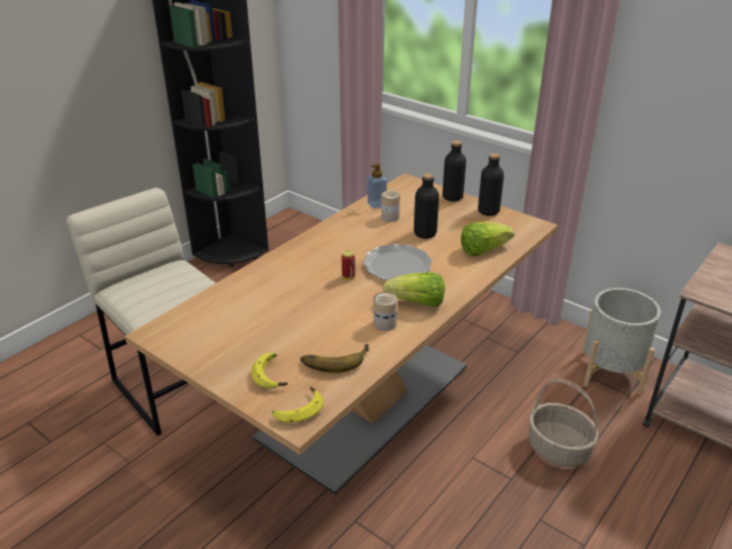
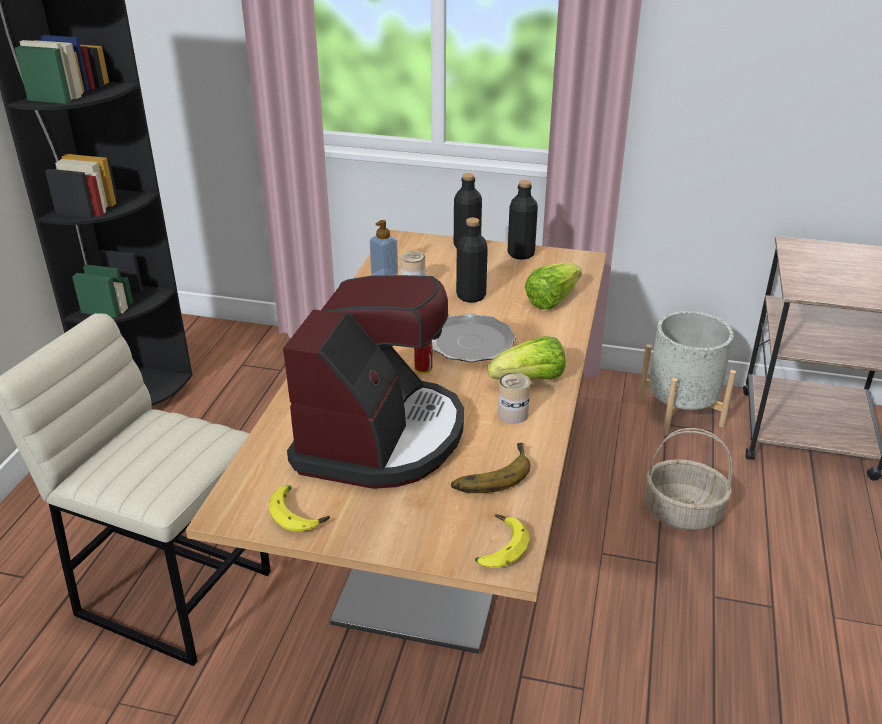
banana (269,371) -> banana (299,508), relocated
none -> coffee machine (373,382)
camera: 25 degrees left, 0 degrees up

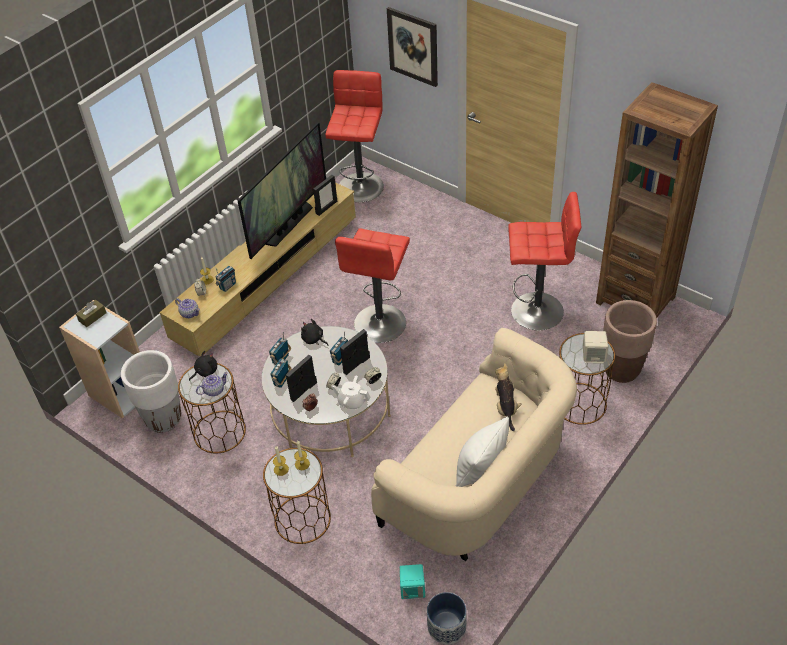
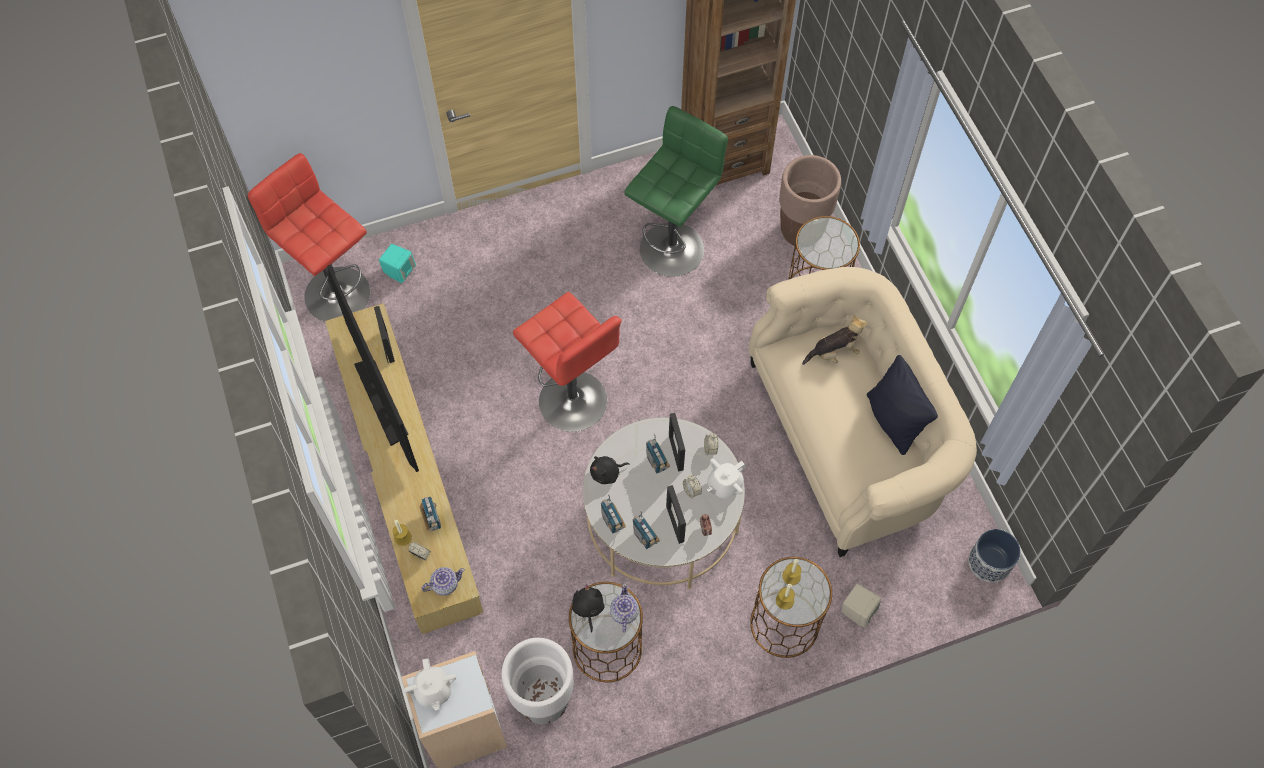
picture (412,47) -> none
stool (red) (544,261) -> stool (green) (676,191)
tissue box (brown) (91,313) -> teapot (white) (430,684)
speaker (beige) (595,347) -> speaker (beige) (861,605), relocated
plush toy (508,397) -> plush toy (835,340), 135 degrees clockwise
pillow (white) (482,451) -> pillow (black) (902,405)
speaker (turquoise) (412,581) -> speaker (turquoise) (397,263), relocated
camera: 60 degrees left, 15 degrees up

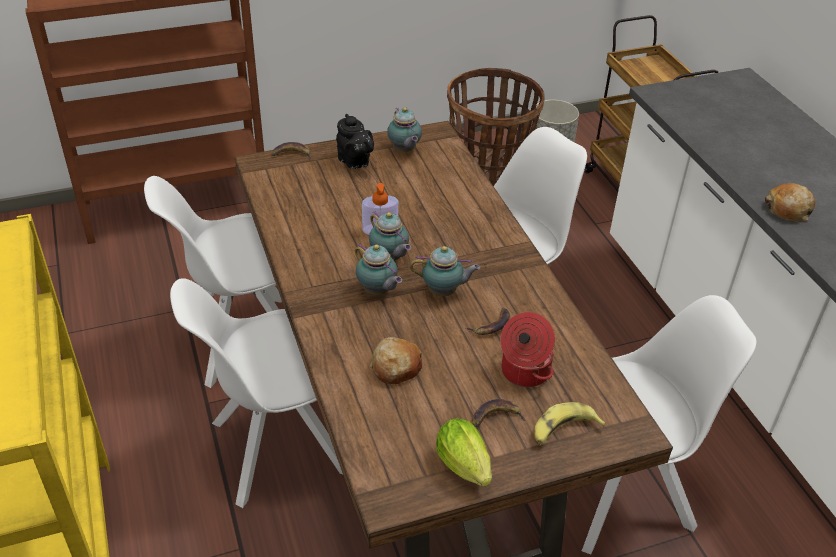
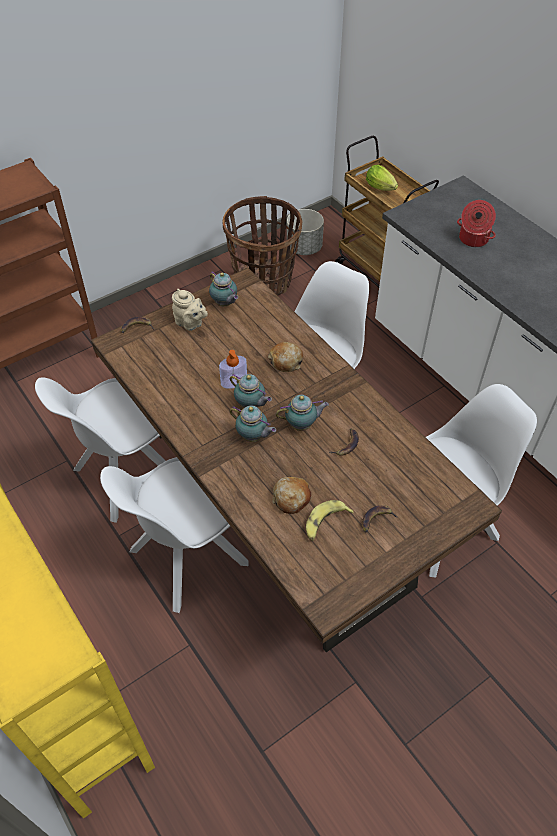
teapot (black) (355,141) -> teapot (beige) (190,310)
bread (790,202) -> bread (285,357), relocated
cooking pot (528,349) -> cooking pot (476,223), relocated
banana (570,424) -> banana (330,520), relocated
lettuce (464,452) -> lettuce (382,178), relocated
camera: 15 degrees left, 10 degrees up

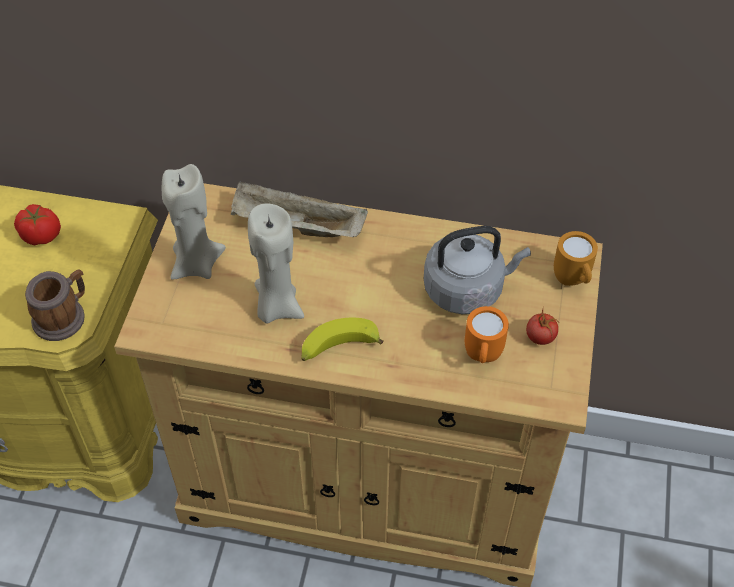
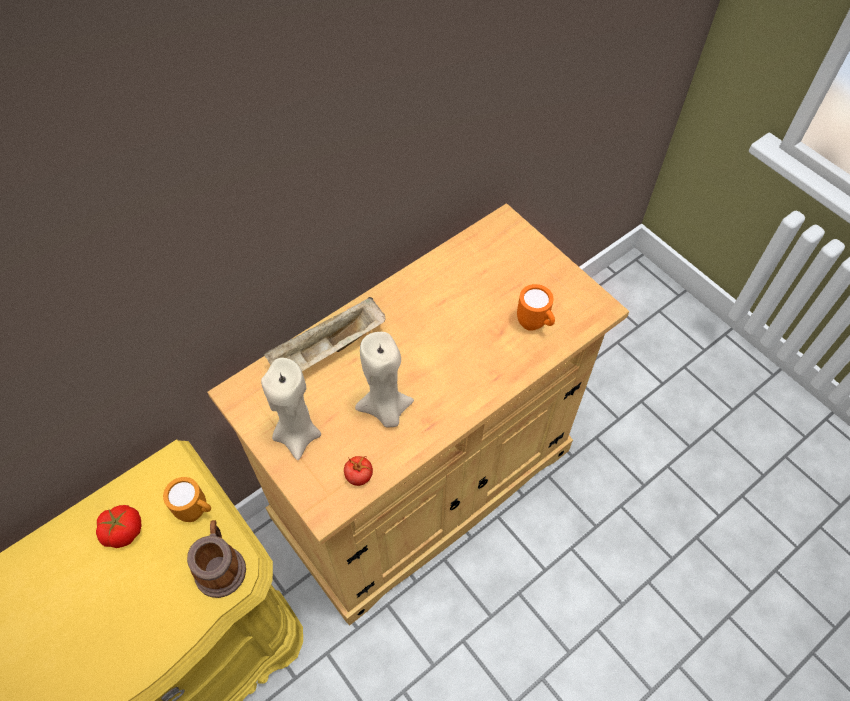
kettle (grey) (477,270) -> none
mug (orange) (576,258) -> mug (orange) (187,499), relocated
tomato (542,327) -> tomato (358,471), relocated
banana (342,339) -> none
camera: 50 degrees left, 5 degrees up

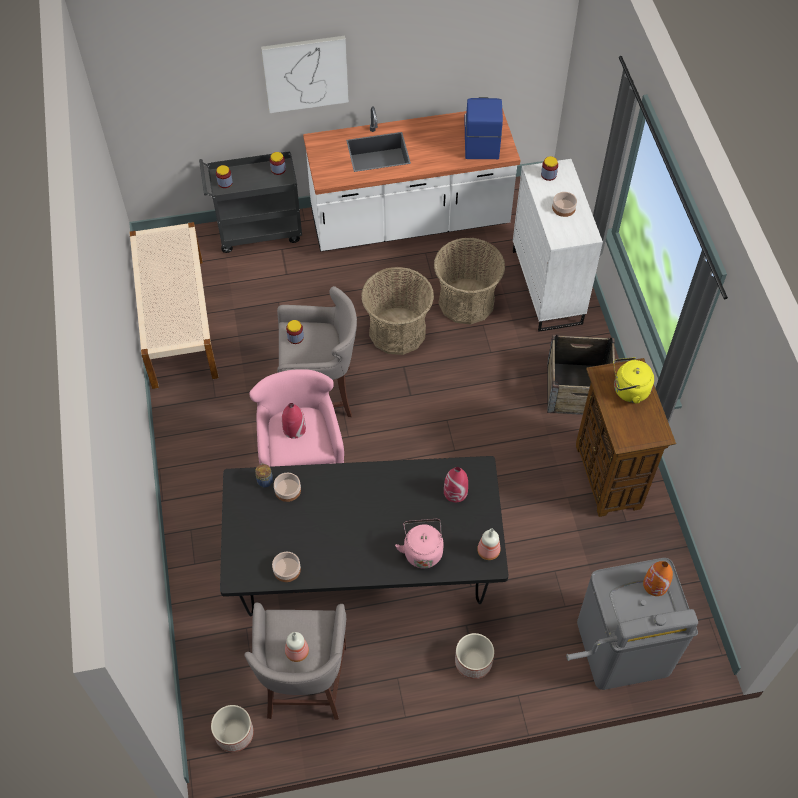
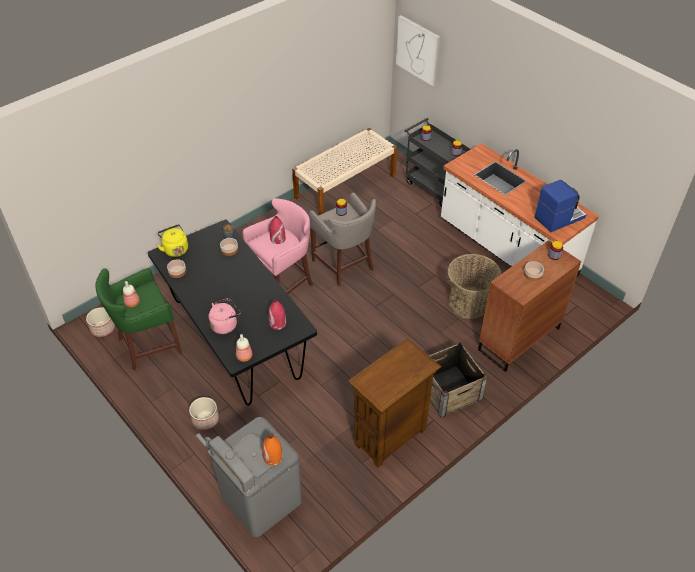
picture (305,74) -> picture (418,50), relocated
dresser (white) (558,245) -> dresser (brown) (529,306)
basket (397,311) -> none
kettle (yellow) (634,380) -> kettle (yellow) (172,240), relocated
stool (grey) (295,661) -> stool (green) (138,319)
camera: 60 degrees right, 10 degrees down

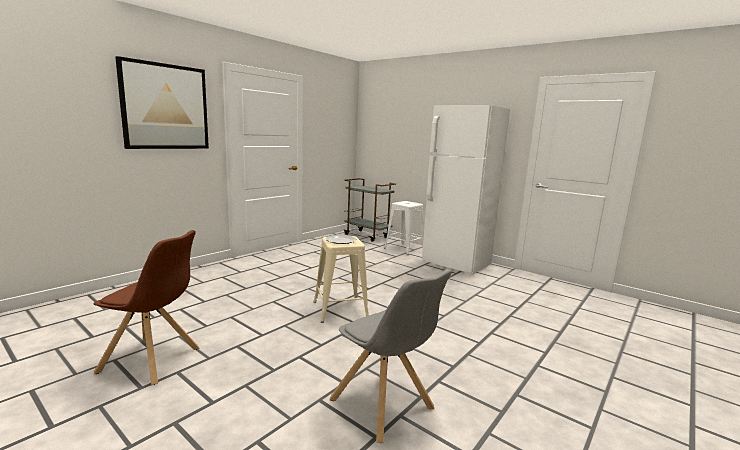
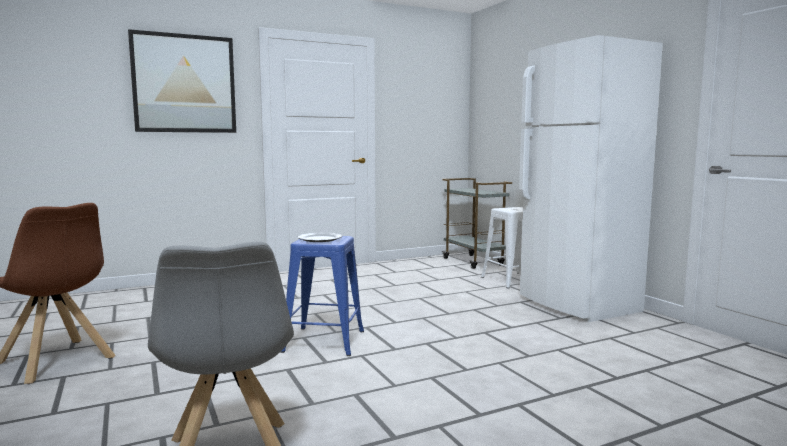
stool (beige) (341,279) -> stool (blue) (322,296)
camera: 25 degrees right, 5 degrees down

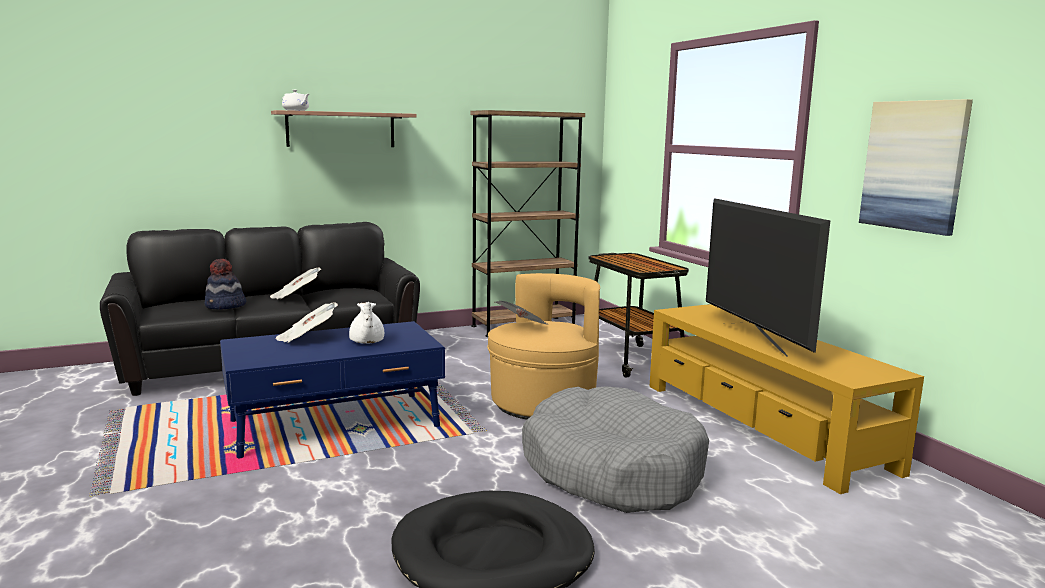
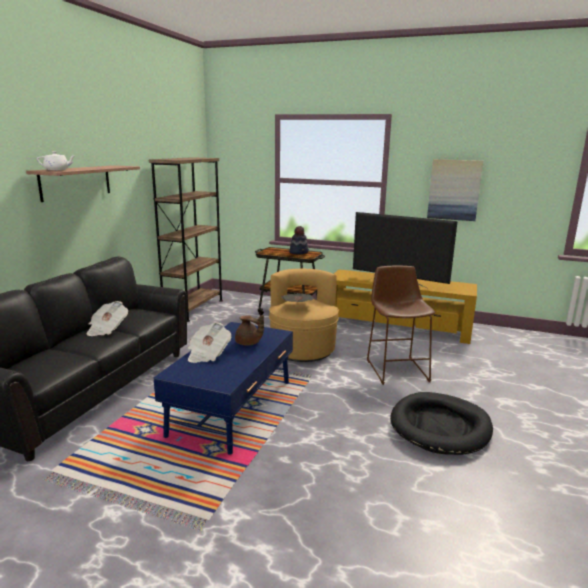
hat (225,284) -> hat (299,240), relocated
teapot (white) (366,323) -> teapot (brown) (249,330)
dog bed (grey) (615,449) -> stool (brown) (401,325)
camera: 45 degrees left, 5 degrees up

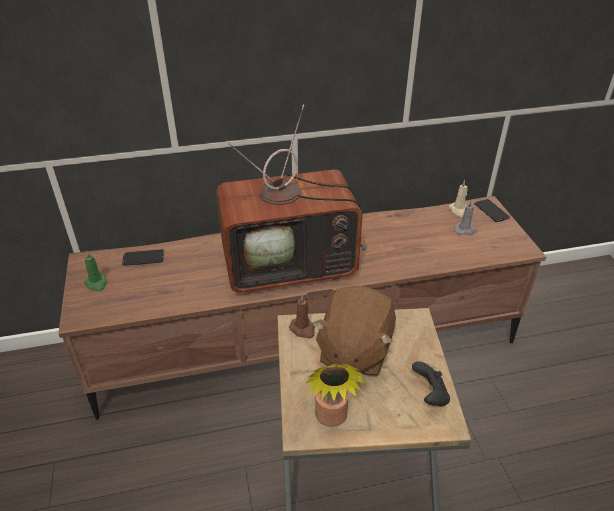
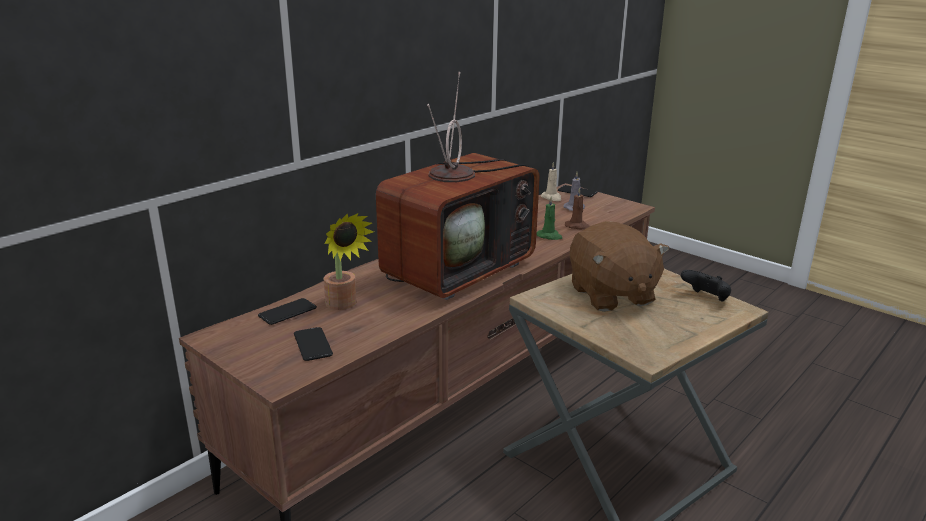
candle (green) (95,271) -> candle (green) (549,218), relocated
candle (brown) (302,316) -> candle (brown) (577,208), relocated
potted plant (336,395) -> potted plant (349,261), relocated
none -> phone (313,344)
camera: 35 degrees left, 15 degrees down

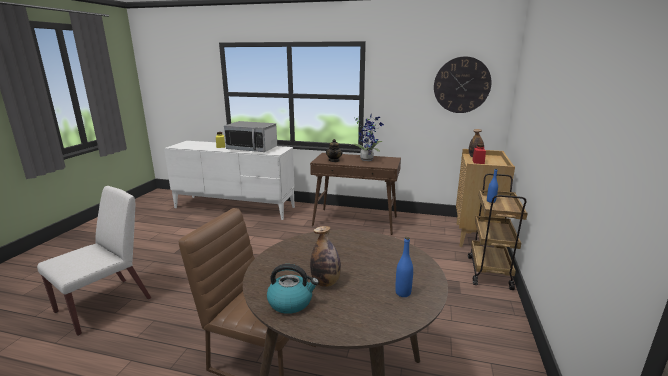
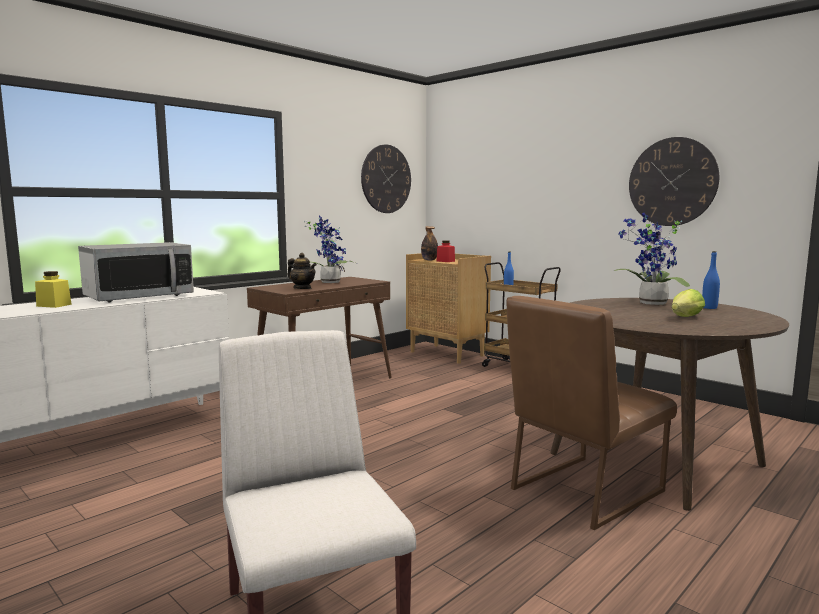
bottle (325,256) -> lettuce (688,303)
kettle (293,289) -> none
none -> wall clock (674,181)
none -> potted plant (651,259)
camera: 60 degrees left, 10 degrees down

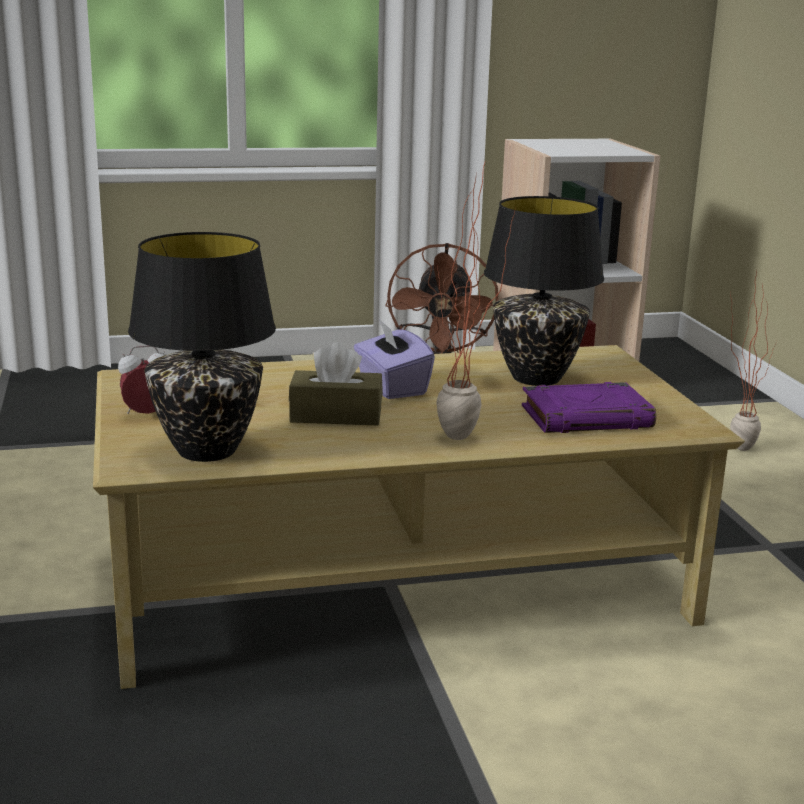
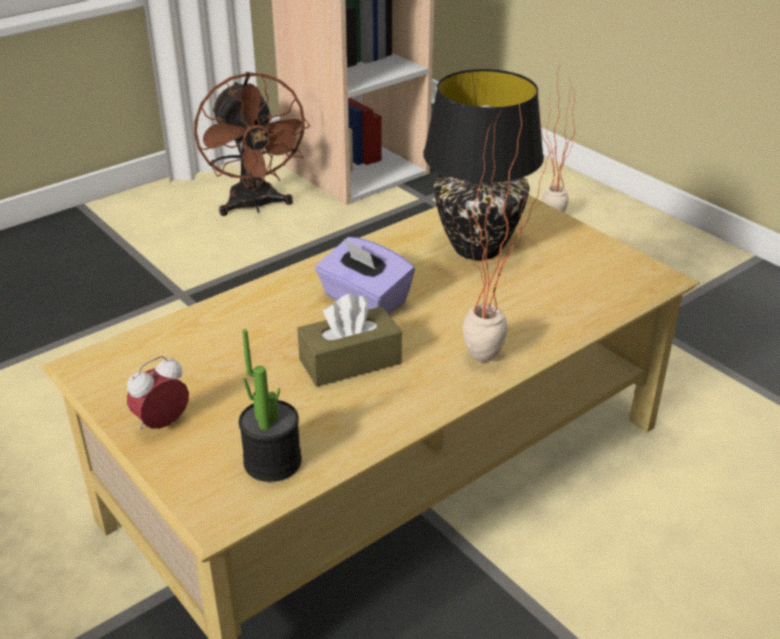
table lamp (black) (202,347) -> potted plant (270,405)
book (purple) (589,407) -> none
camera: 25 degrees left, 15 degrees up

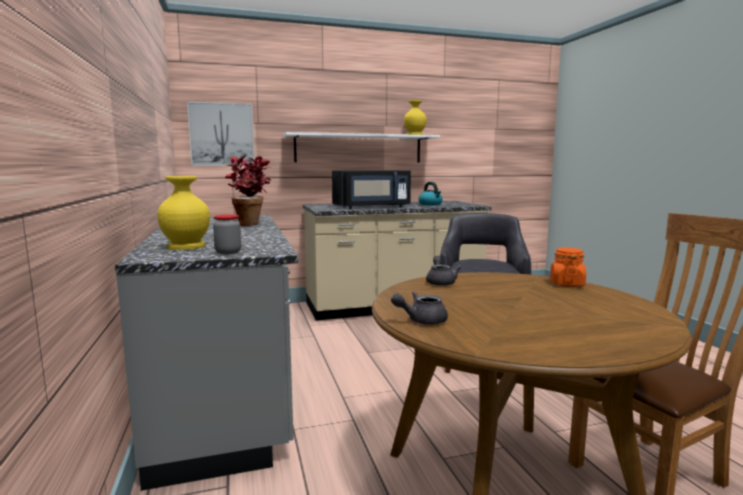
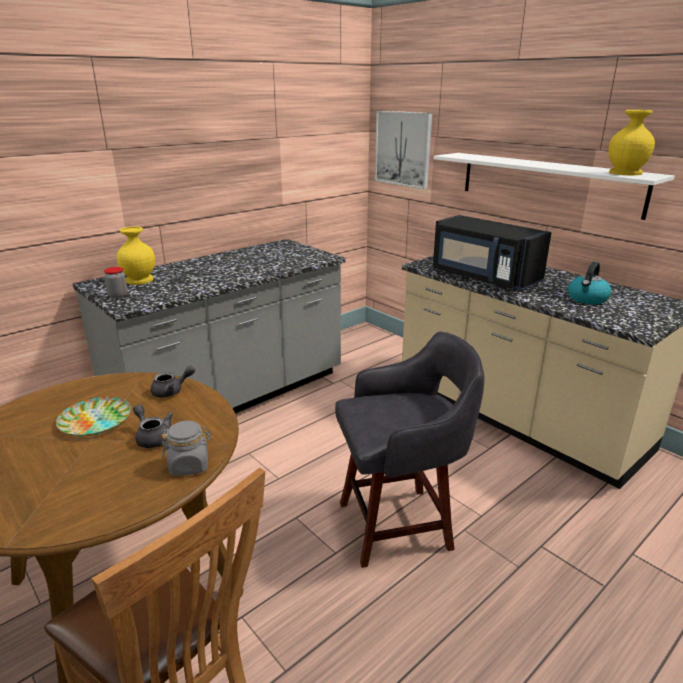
potted plant (248,190) -> none
jar (orange) (568,266) -> jar (grey) (186,448)
teapot (grey) (419,308) -> teapot (grey) (153,426), relocated
none -> plate (93,416)
camera: 65 degrees right, 15 degrees up

